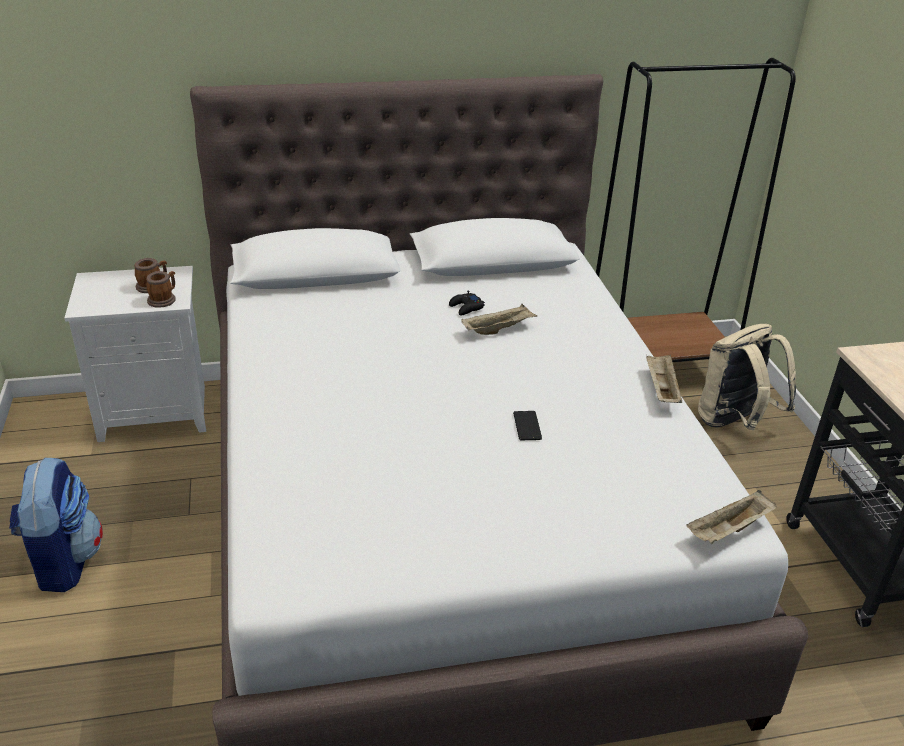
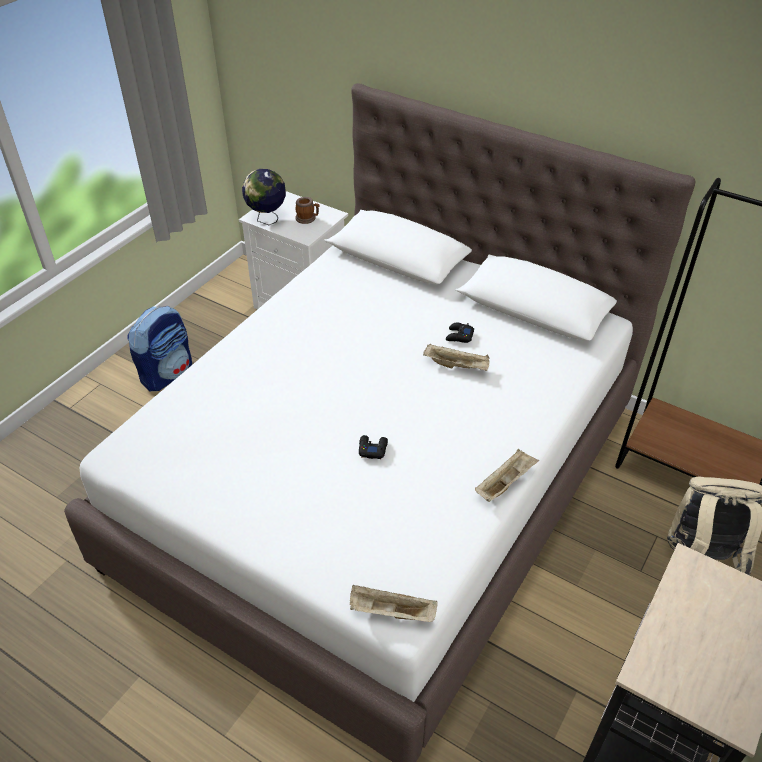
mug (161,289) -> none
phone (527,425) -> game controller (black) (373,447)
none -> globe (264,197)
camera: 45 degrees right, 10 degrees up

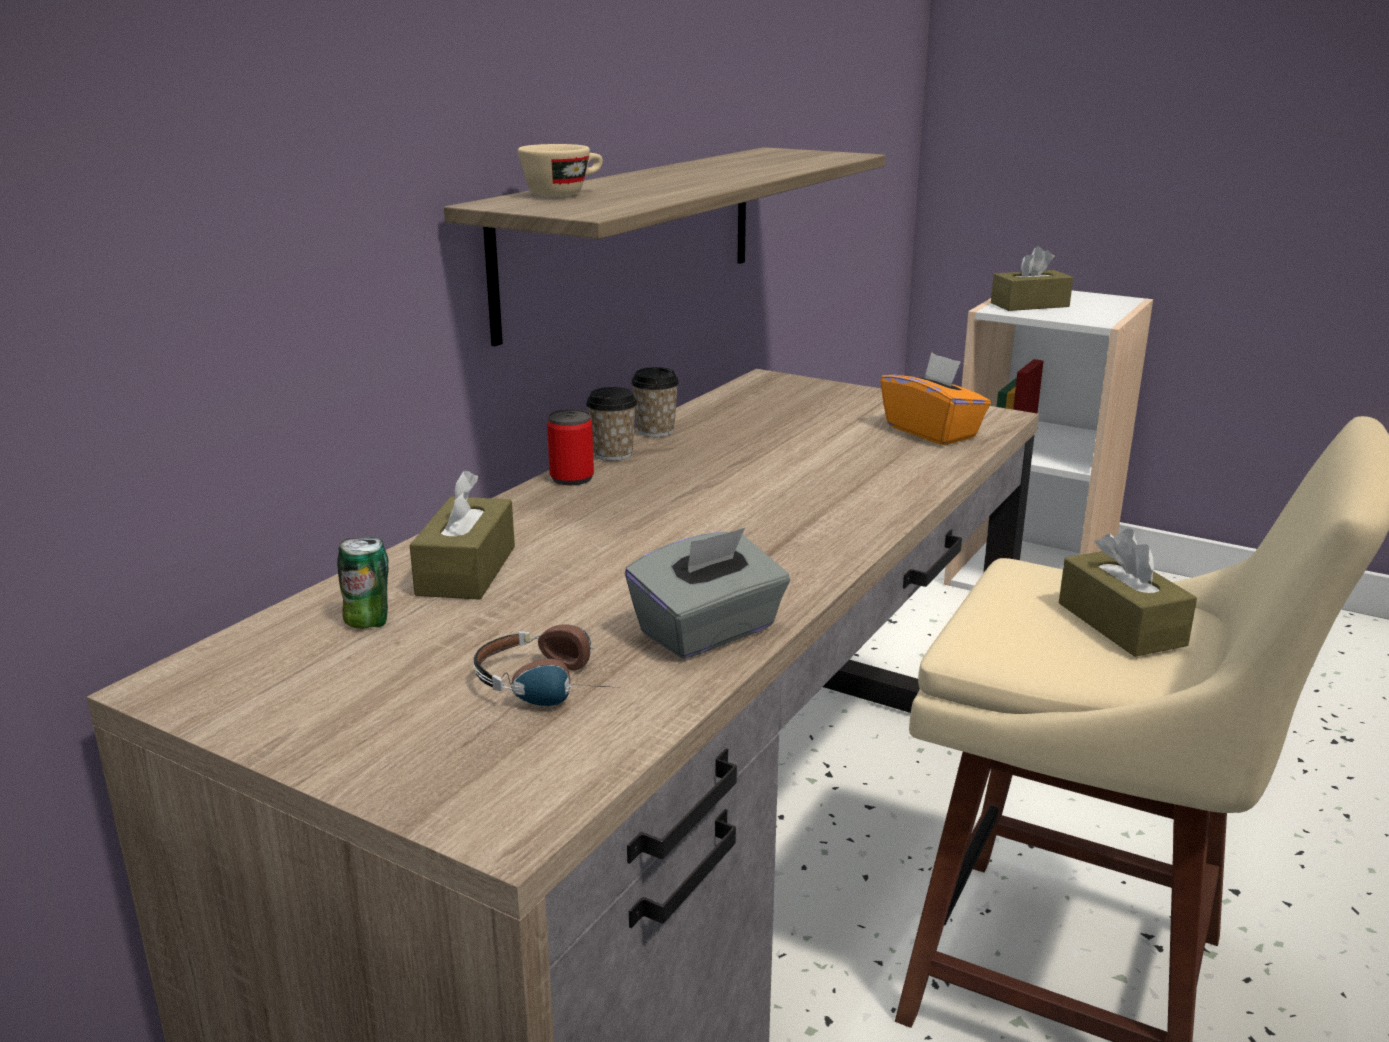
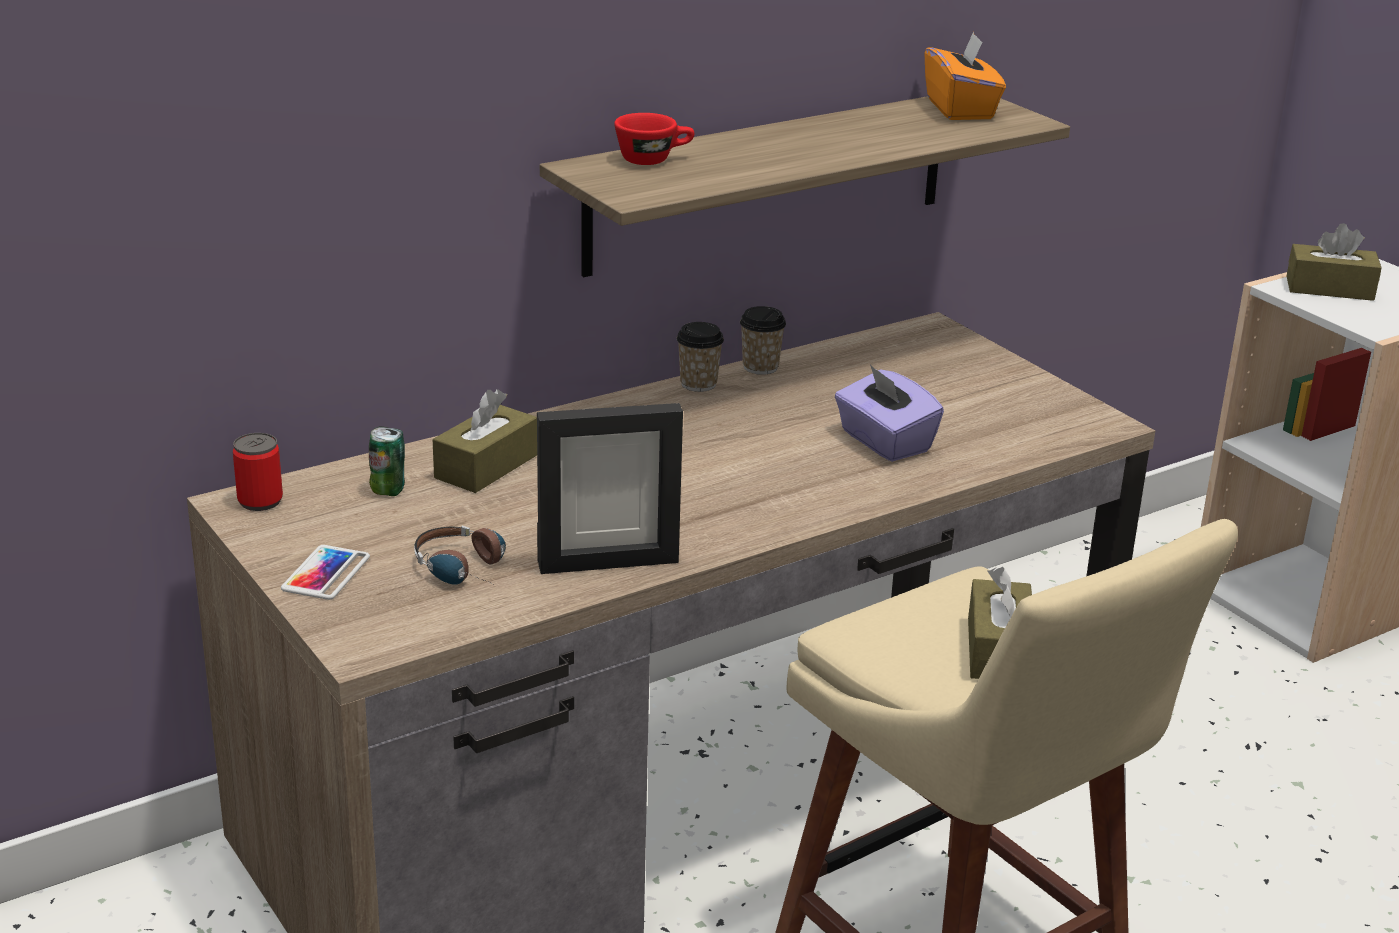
cup (beige) (560,170) -> cup (red) (654,139)
tissue box (orange) (935,398) -> tissue box (orange) (965,75), relocated
can (570,447) -> can (258,472), relocated
tissue box (grey) (707,593) -> picture frame (610,488)
none -> tissue box (purple) (889,413)
none -> phone (325,572)
camera: 25 degrees right, 5 degrees up

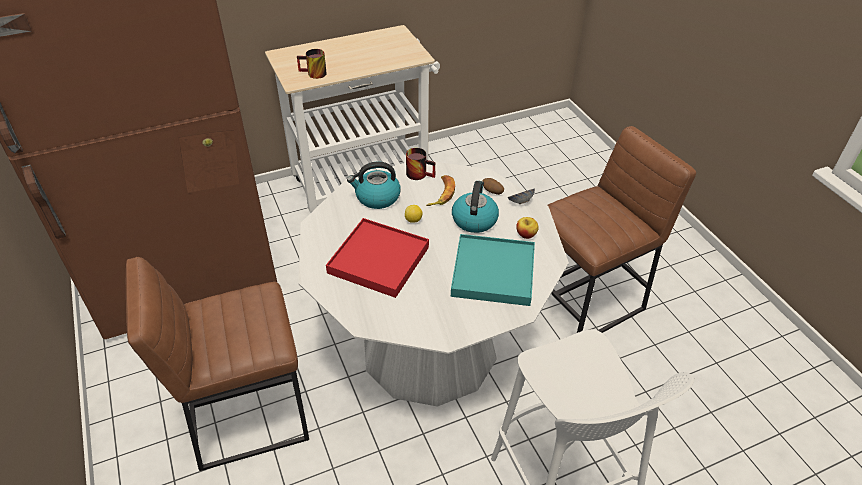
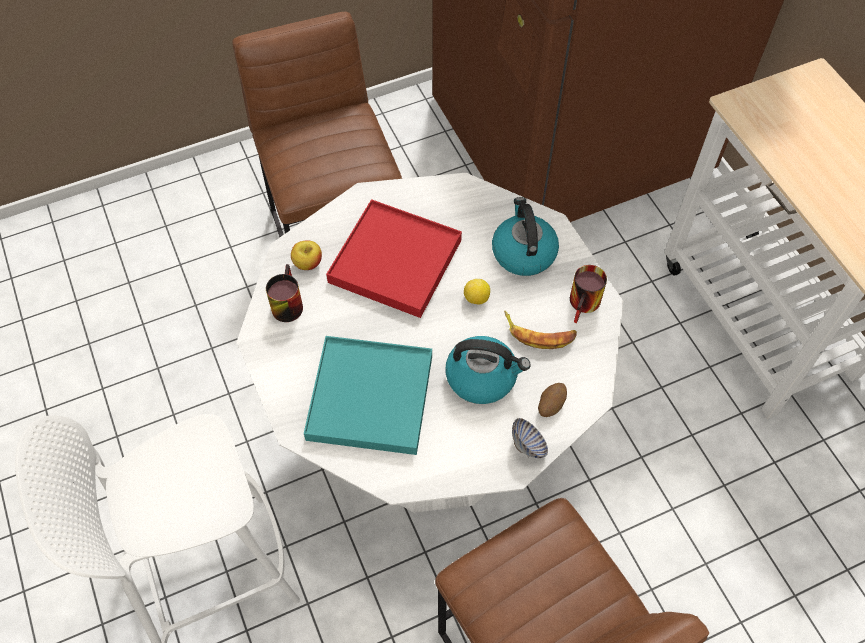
mug (312,64) -> mug (284,293), relocated
apple (527,228) -> apple (306,255), relocated
camera: 90 degrees right, 15 degrees up

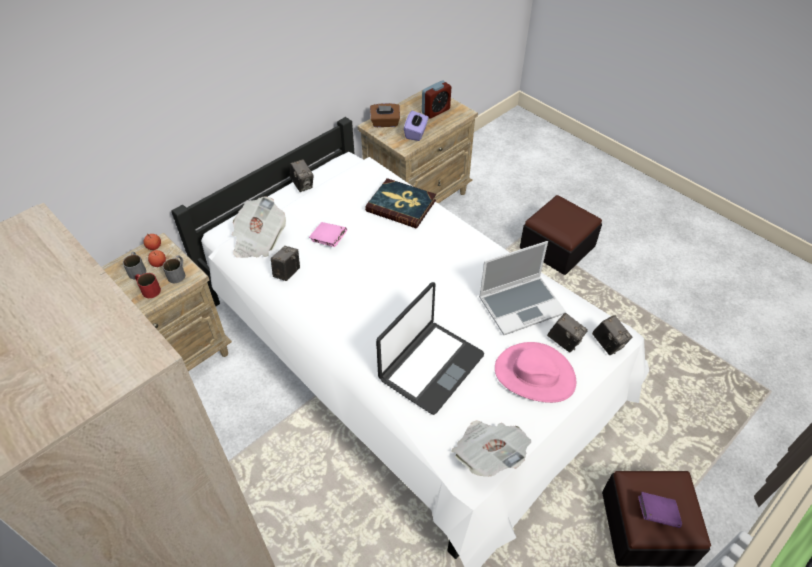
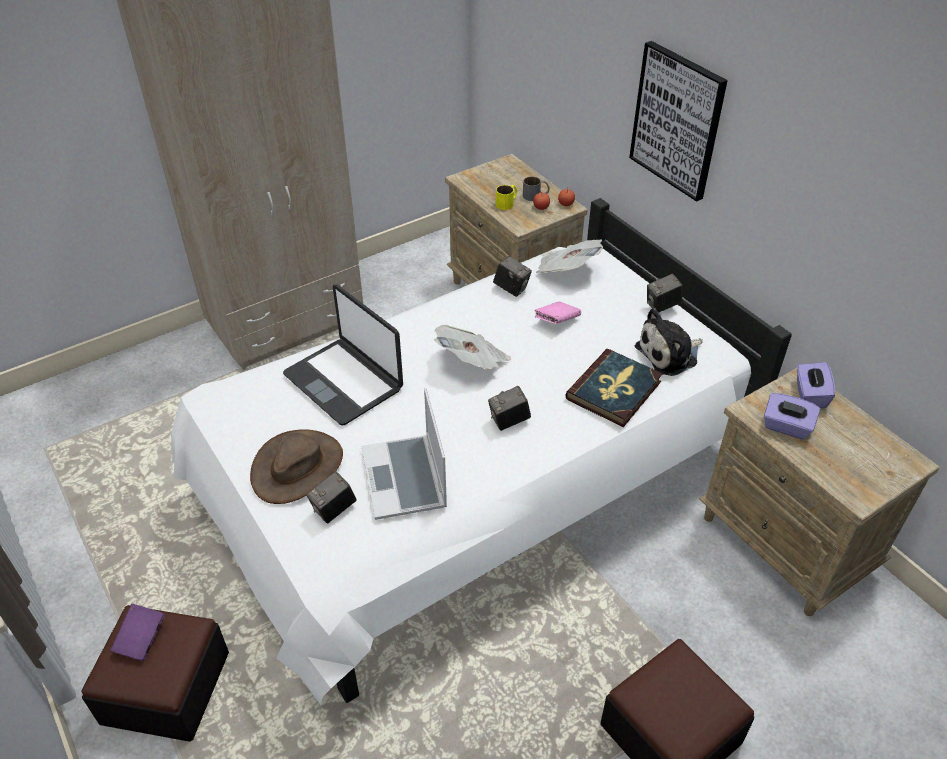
alarm clock (436,99) -> none
tissue box (brown) (385,115) -> tissue box (purple) (816,385)
mug (grey) (174,269) -> none
mug (red) (148,285) -> mug (yellow) (506,197)
photo camera (612,335) -> photo camera (509,408), relocated
hat (pink) (535,372) -> hat (brown) (296,466)
newspaper (491,449) -> newspaper (472,347), relocated
none -> picture (678,121)
none -> plush toy (669,342)
camera: 100 degrees right, 5 degrees down

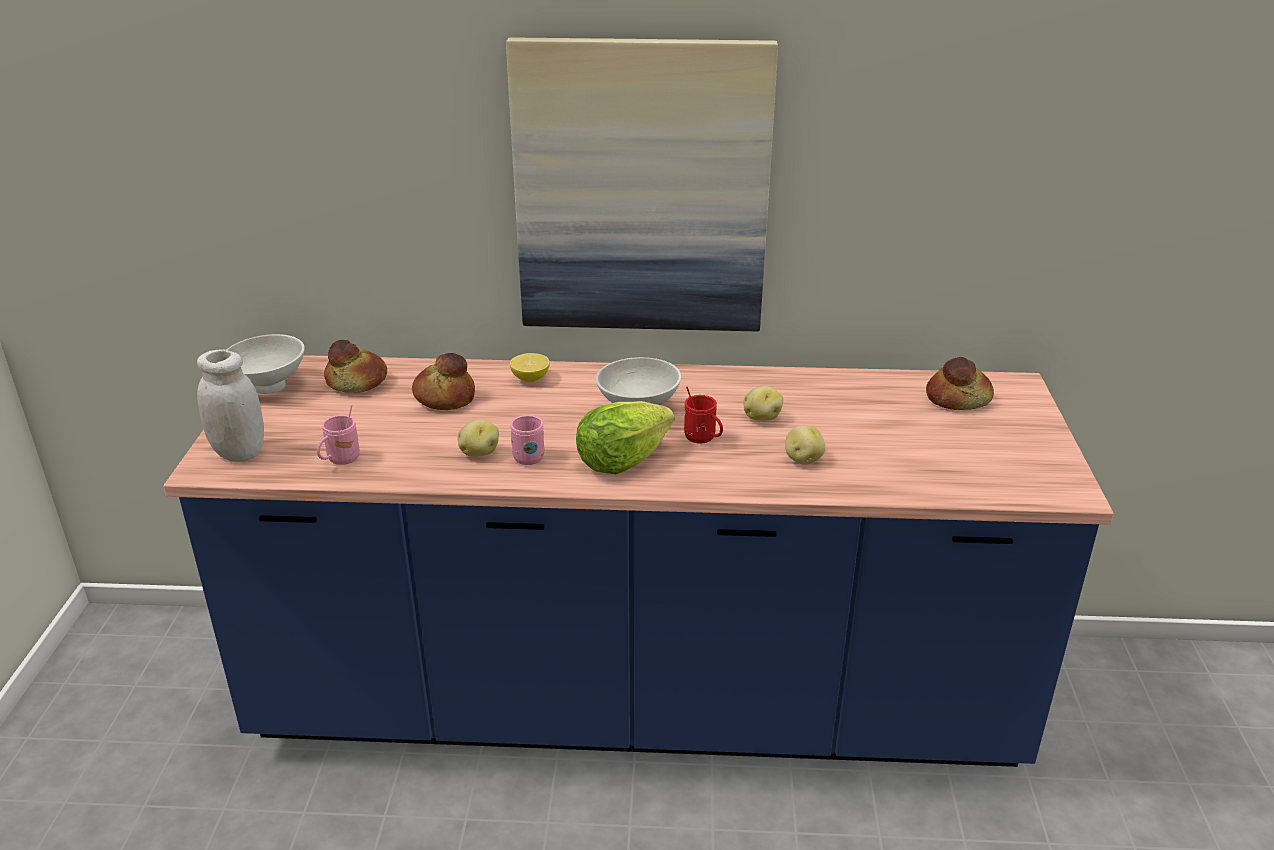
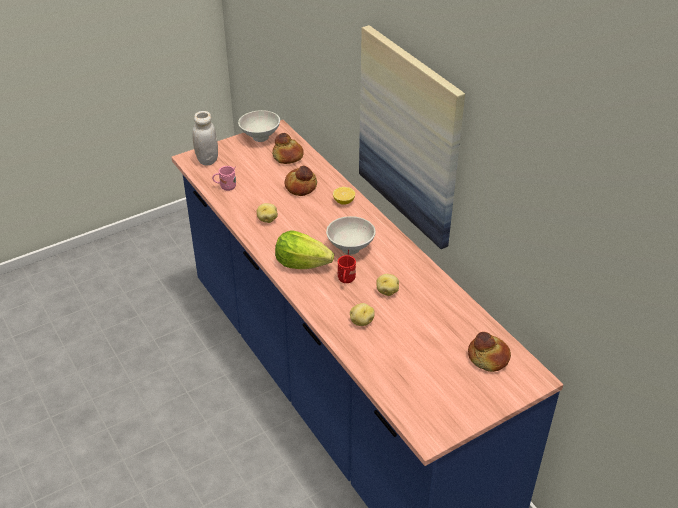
mug (pink) (527,440) -> none
camera: 55 degrees right, 10 degrees up

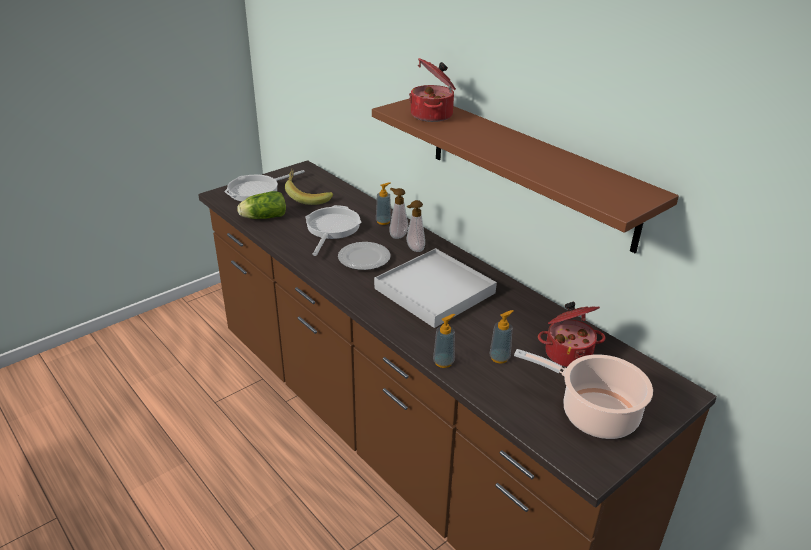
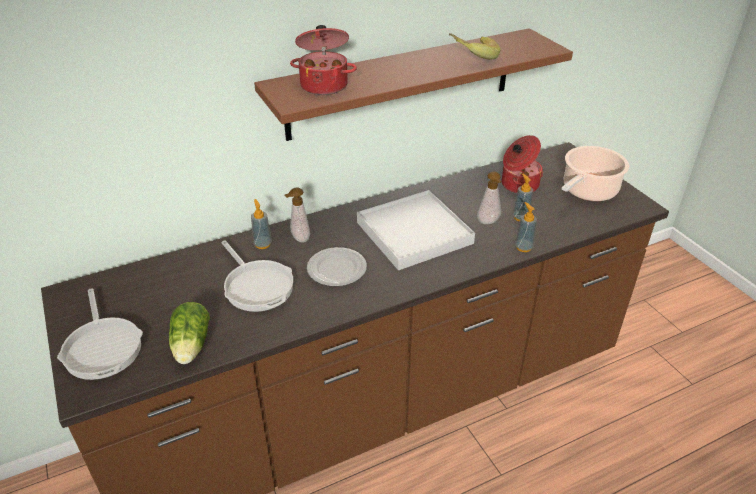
banana (309,187) -> banana (474,46), relocated
soap dispenser (416,226) -> soap dispenser (489,197), relocated
frying pan (333,230) -> frying pan (257,276), 150 degrees counterclockwise
camera: 75 degrees left, 5 degrees up

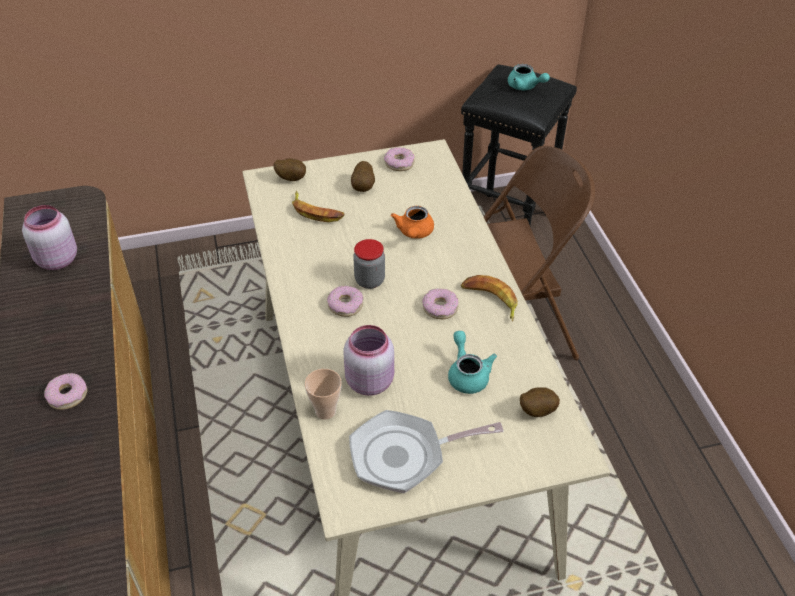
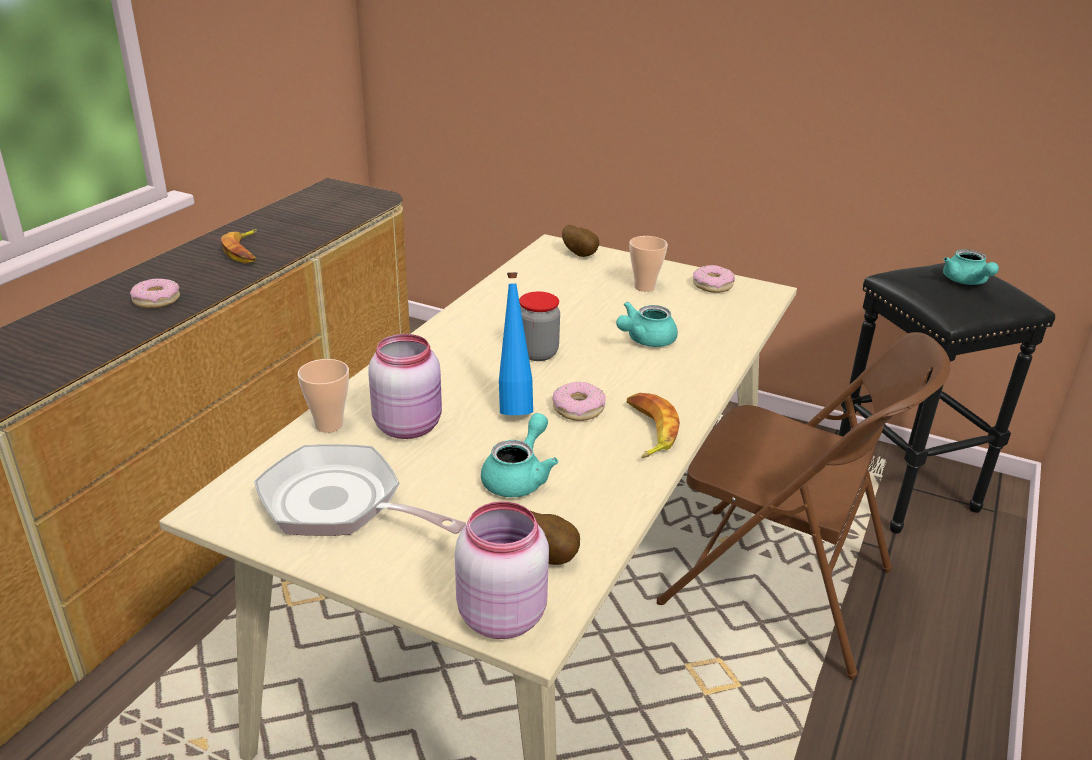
potato (363,176) -> cup (649,264)
banana (318,206) -> banana (239,246), relocated
jar (pink) (49,237) -> jar (pink) (502,570), relocated
teapot (orange) (412,222) -> teapot (turquoise) (647,324)
donut (345,301) -> none
none -> bottle (blue) (516,343)
camera: 40 degrees right, 15 degrees down

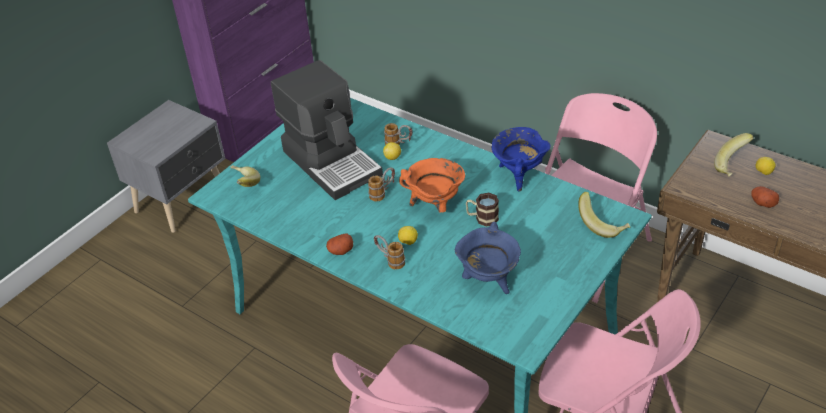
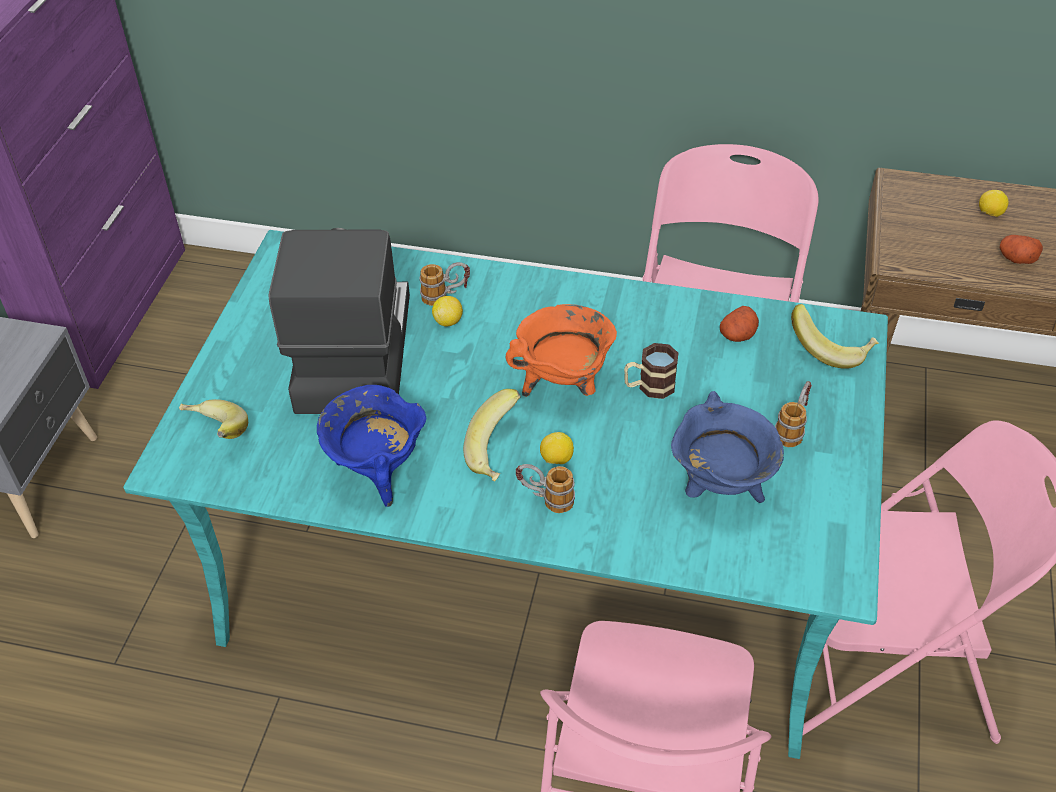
coffee machine (327,130) -> coffee machine (339,321), 120 degrees counterclockwise
cooking pot (blue) (521,159) -> cooking pot (blue) (371,446), relocated
banana (734,155) -> banana (492,435), relocated
mug (381,185) -> mug (793,414), relocated
potato (339,244) -> potato (739,324), relocated
camera: 25 degrees left, 5 degrees up

